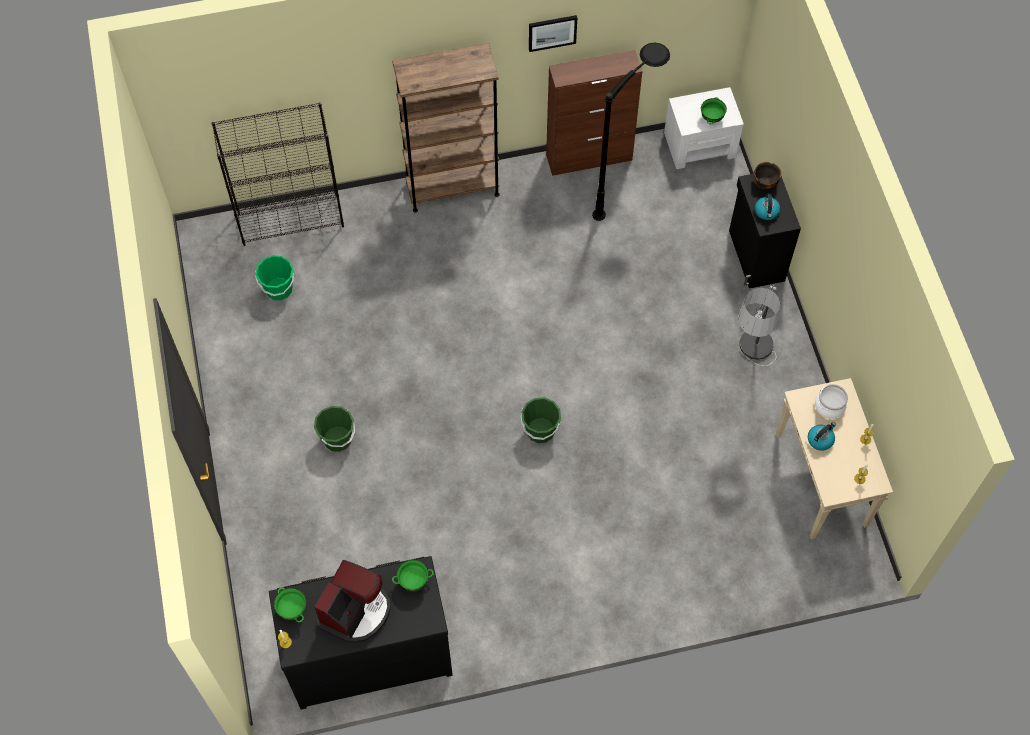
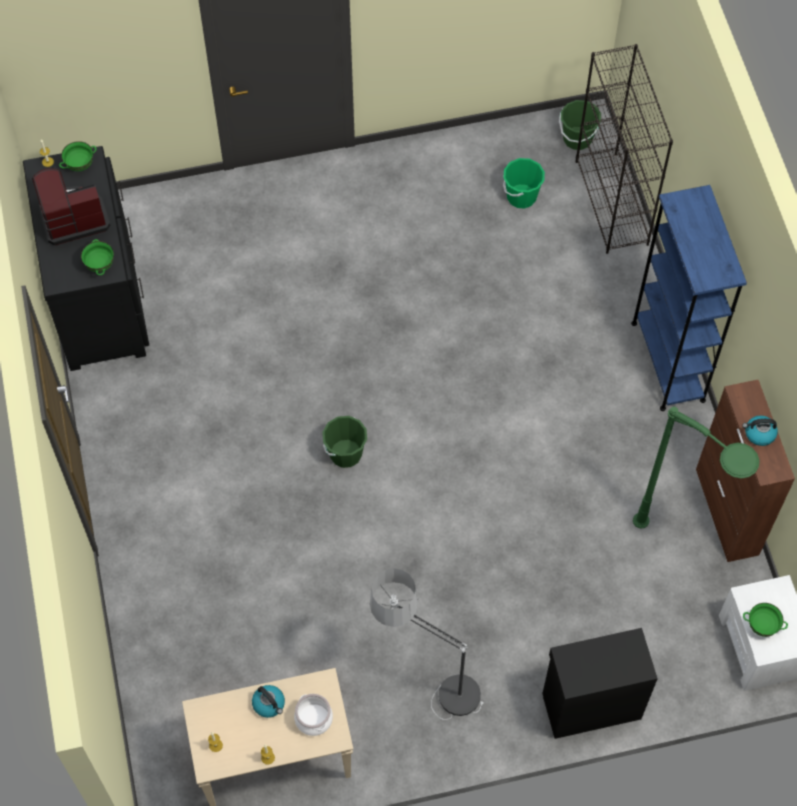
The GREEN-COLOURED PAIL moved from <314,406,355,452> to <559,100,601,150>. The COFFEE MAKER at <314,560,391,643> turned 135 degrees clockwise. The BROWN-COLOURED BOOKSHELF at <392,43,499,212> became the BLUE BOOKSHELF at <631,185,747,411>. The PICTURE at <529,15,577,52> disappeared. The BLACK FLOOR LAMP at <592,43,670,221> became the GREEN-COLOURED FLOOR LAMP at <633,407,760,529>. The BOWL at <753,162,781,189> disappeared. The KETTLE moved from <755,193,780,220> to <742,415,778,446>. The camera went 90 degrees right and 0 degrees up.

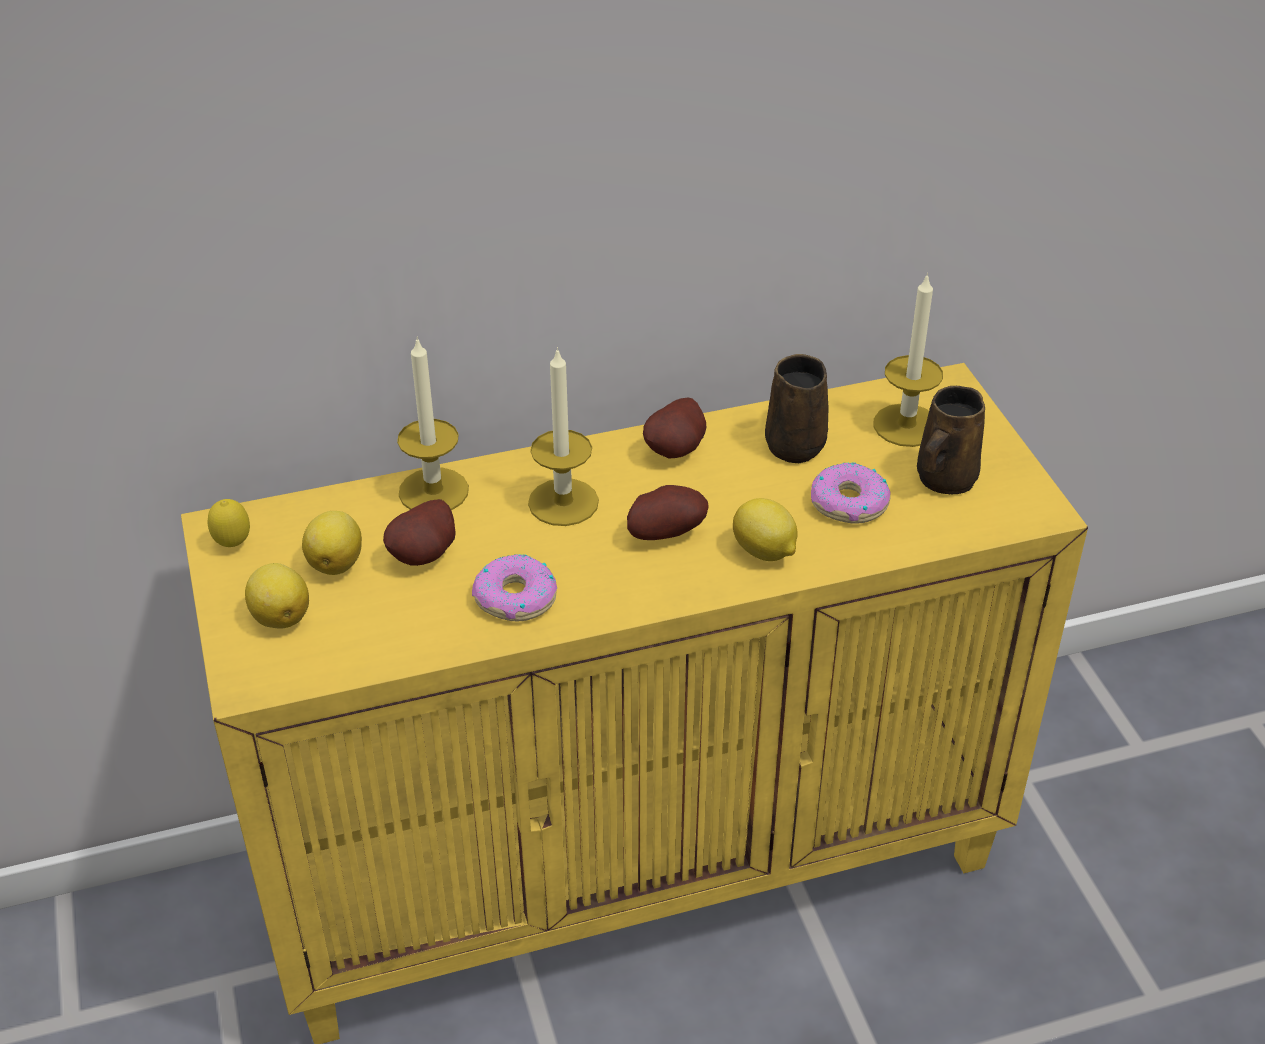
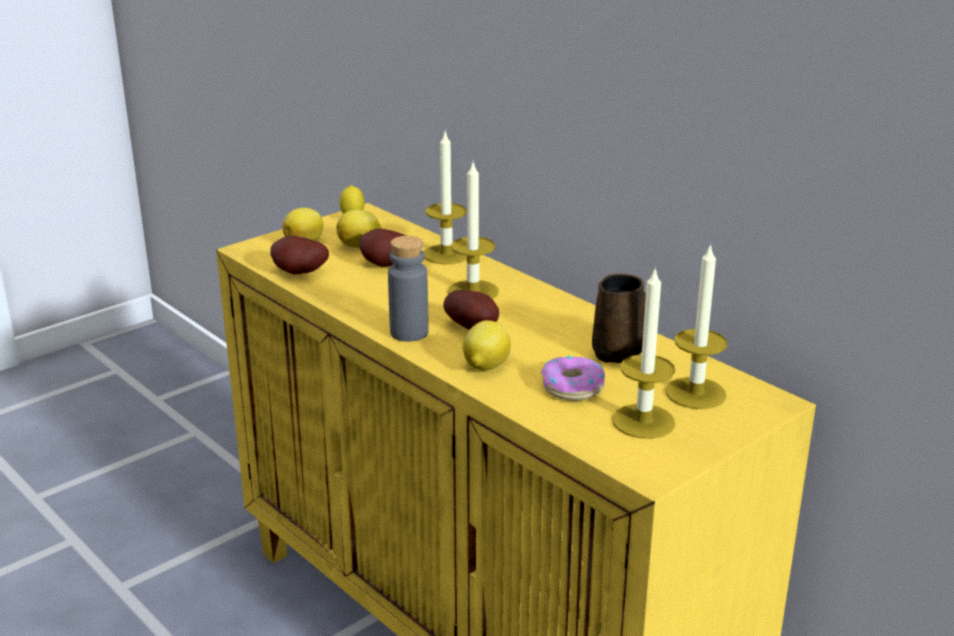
The RING DOUGHNUT at <472,554,557,622> disappeared. The WHOLE POTATO moved from <643,397,706,459> to <270,236,329,274>. The BROWN-COLOURED TEA MUG at <917,386,985,494> was replaced by the WAX CANDLE at <612,267,675,439>. The GRAY BOTTLE at <388,236,429,342> appeared. The camera went 65 degrees right and 15 degrees down.

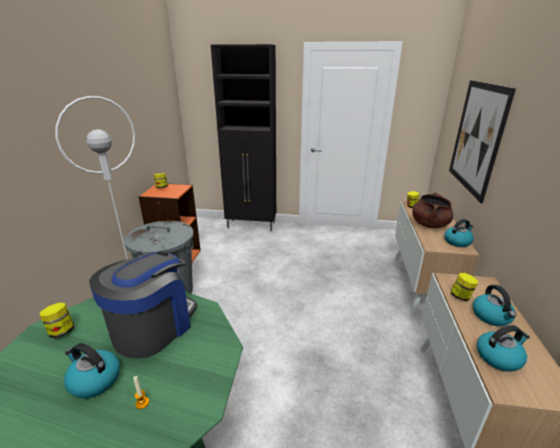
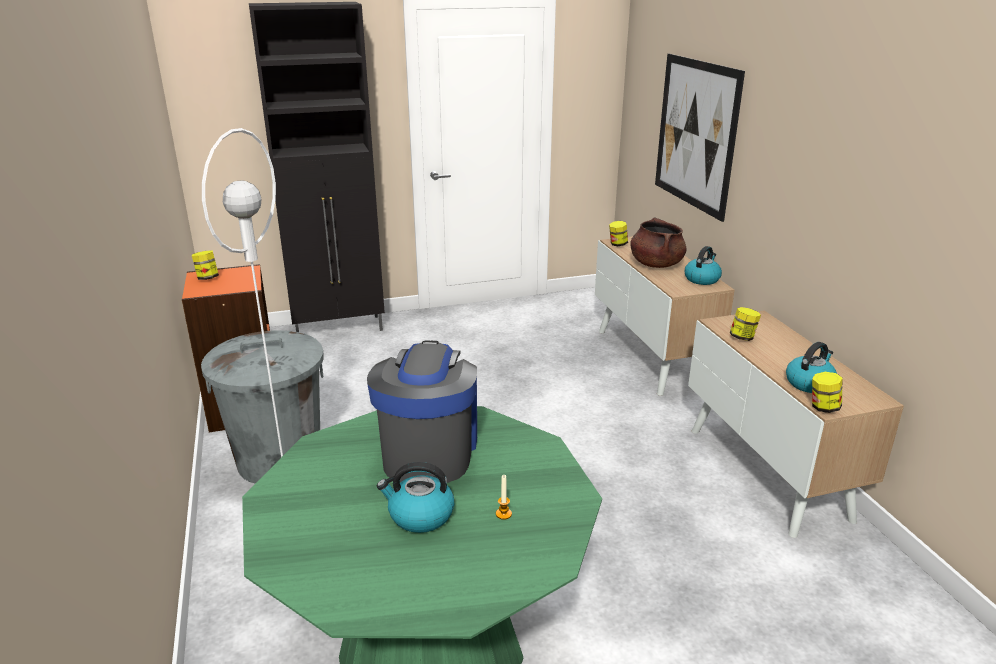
The JAR moved from <40,303,74,338> to <812,372,843,413>. The KETTLE at <473,285,516,326> disappeared. The camera went 25 degrees left and 0 degrees up.

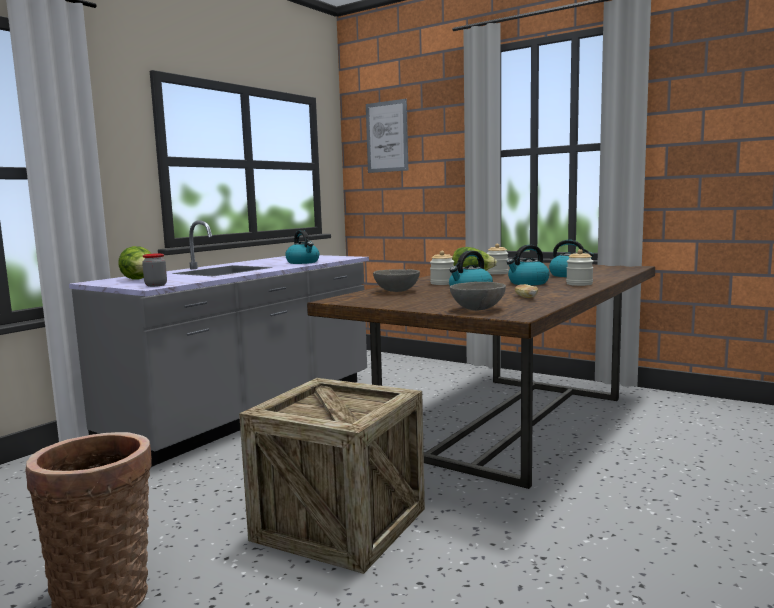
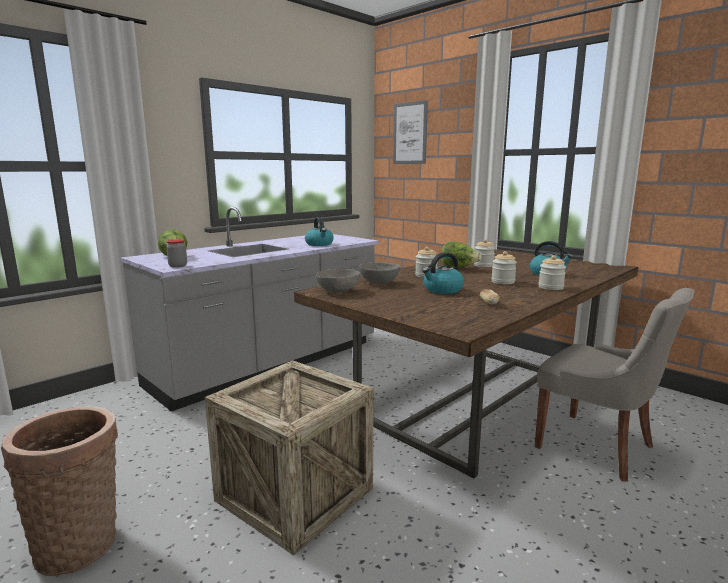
The GRAY BOWL moved from <450,282,506,311> to <316,269,360,293>. The KETTLE at <507,245,550,285> was replaced by the JAR at <491,251,517,284>. The GRAY UPRIGHT CHAIR at <535,288,695,482> appeared. The camera went 10 degrees right and 5 degrees up.

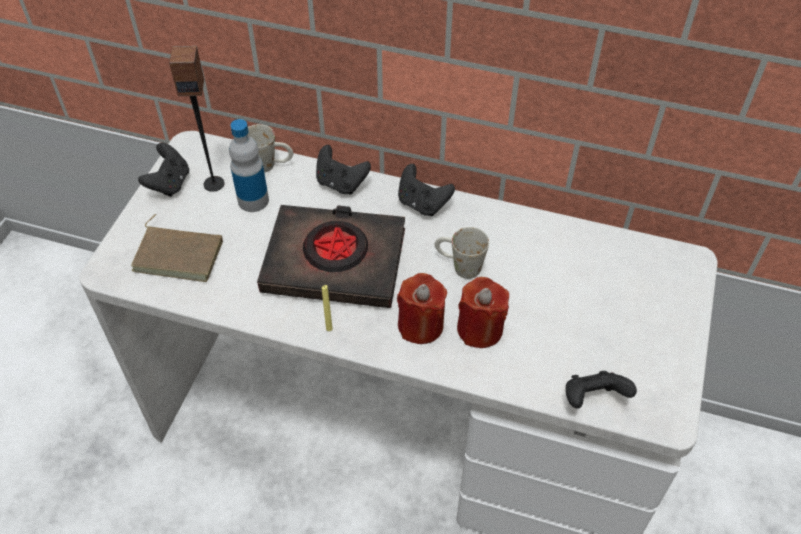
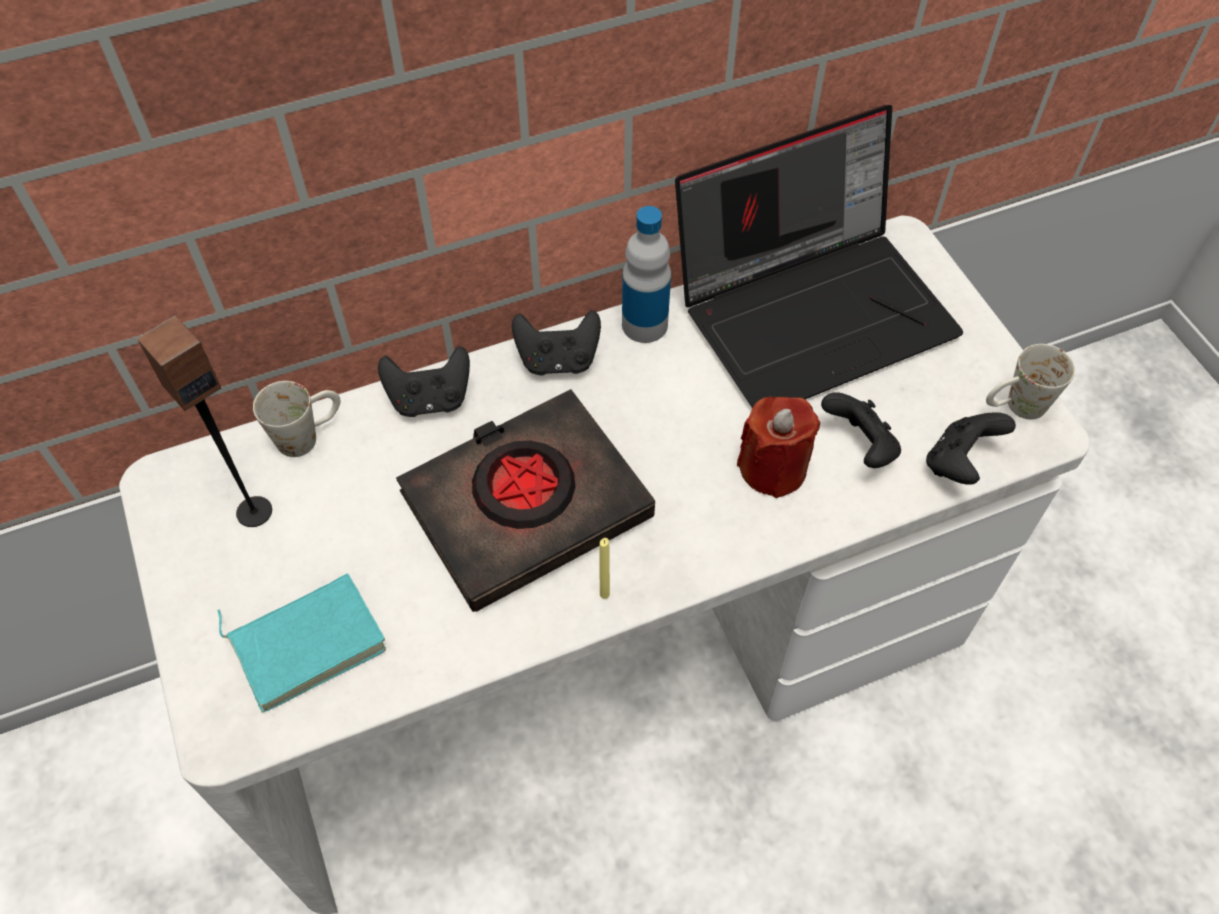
The BROWN-COLOURED VOLUME at <131,214,223,282> became the TURQUOISE-COLOURED VOLUME at <217,573,386,713>. The BLACK GAMEPAD moved from <138,143,189,197> to <821,392,901,468>. The BOTTLE moved from <229,119,269,212> to <622,206,671,343>. The REDDISH WAX CANDLE at <397,273,447,344> disappeared. The WHITE TEA MUG moved from <435,227,489,279> to <986,344,1075,420>. The NOTEBOOK COMPUTER at <675,105,963,408> appeared. The camera went 40 degrees left and 5 degrees up.

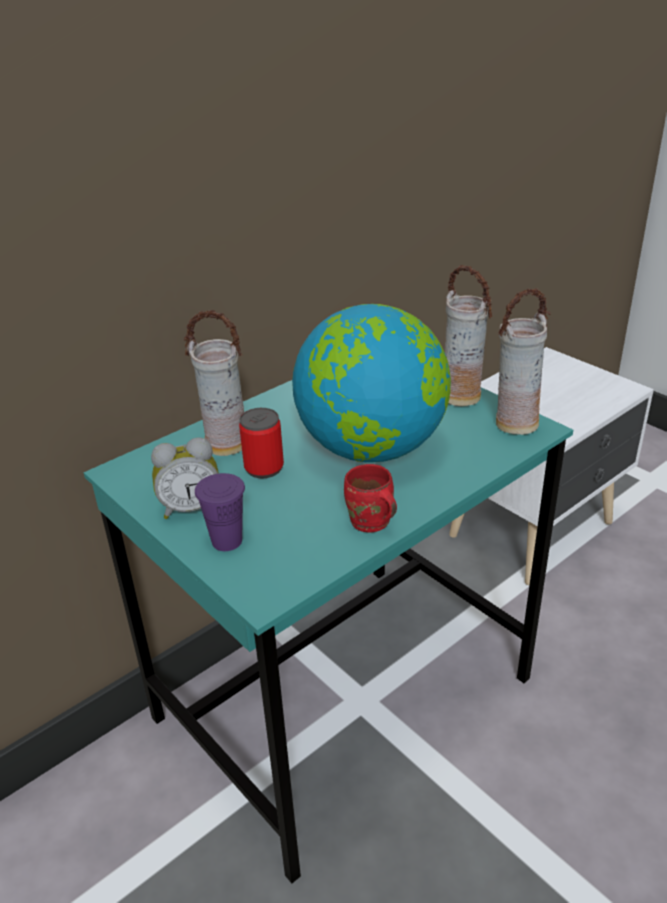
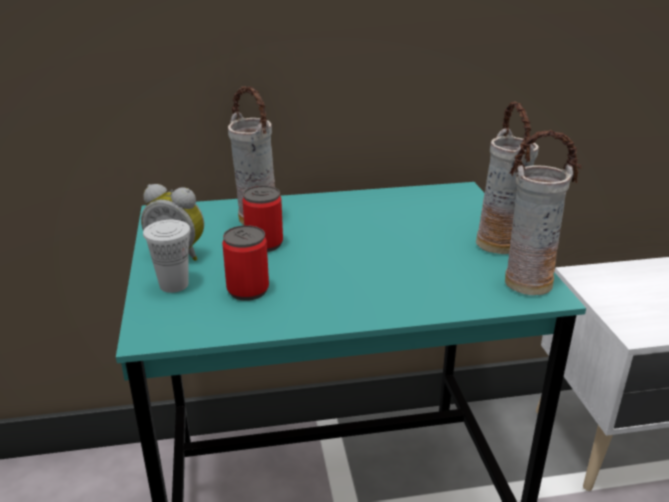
The PURPLE CUP at <195,473,245,551> became the WHITE CUP at <143,220,191,293>. The GLOBE at <292,304,451,462> disappeared. The REDDISH TEA MUG at <344,464,397,533> disappeared. The METAL CAN at <222,225,269,300> appeared. The camera went 30 degrees right and 5 degrees down.

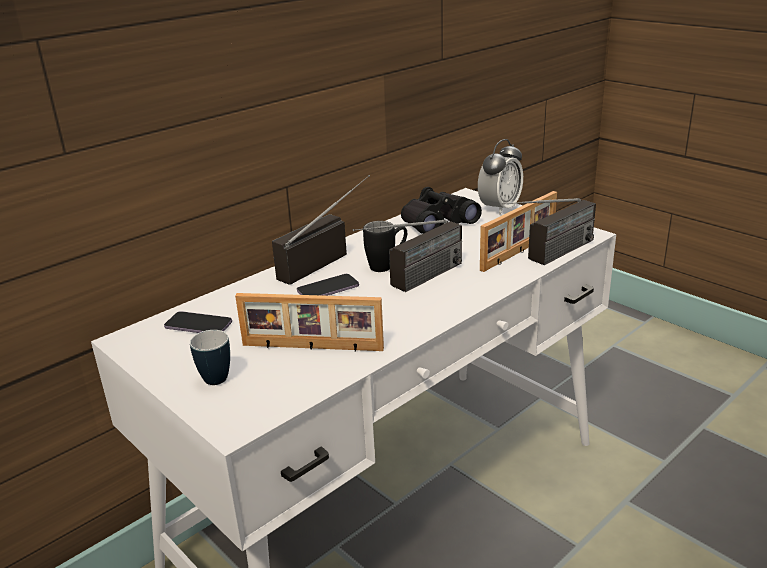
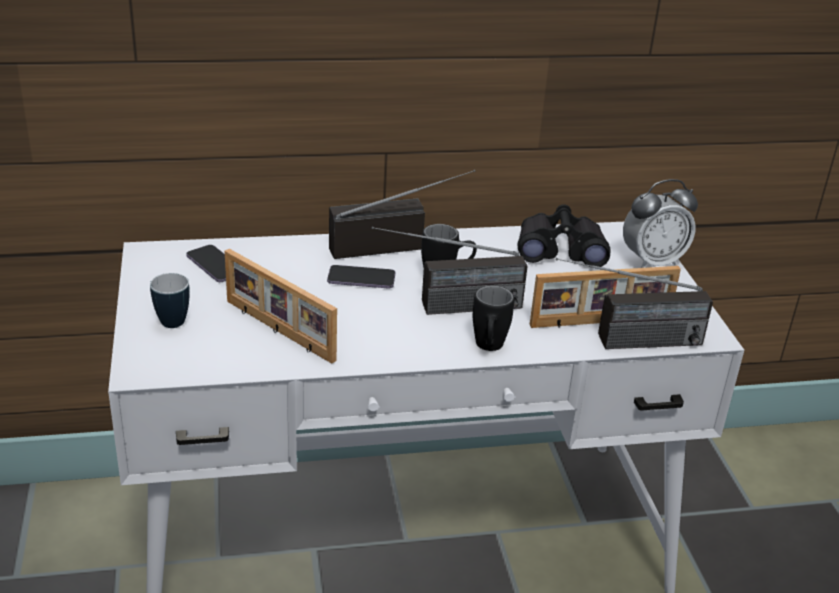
The BLACK TEA MUG at <473,285,514,351> appeared. The camera went 30 degrees right and 5 degrees up.

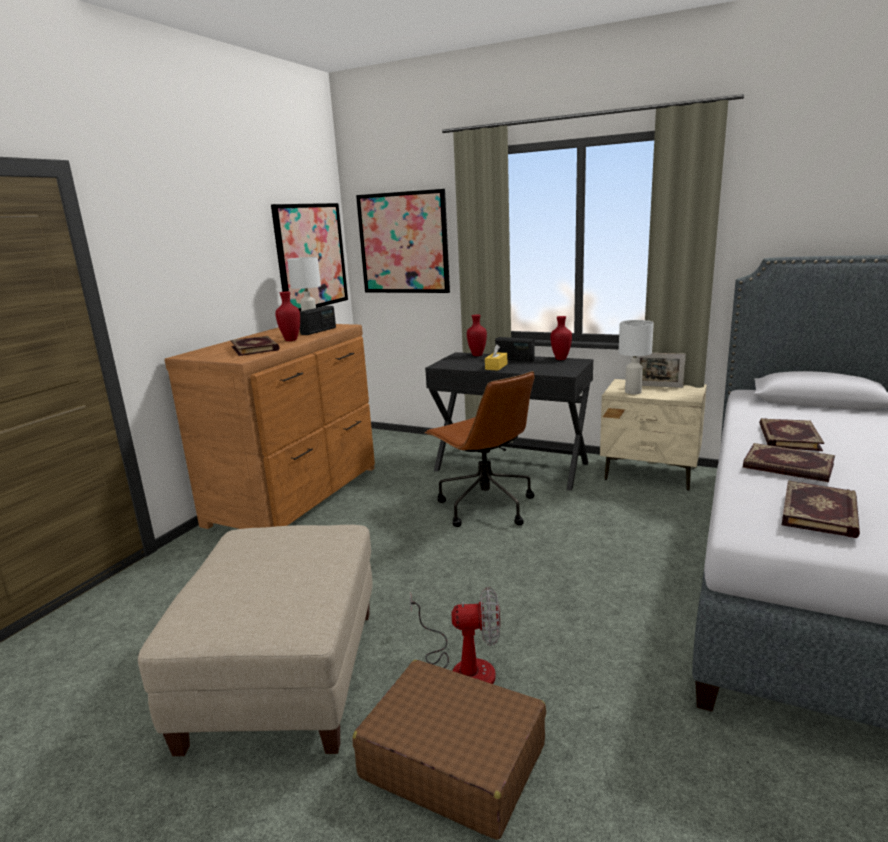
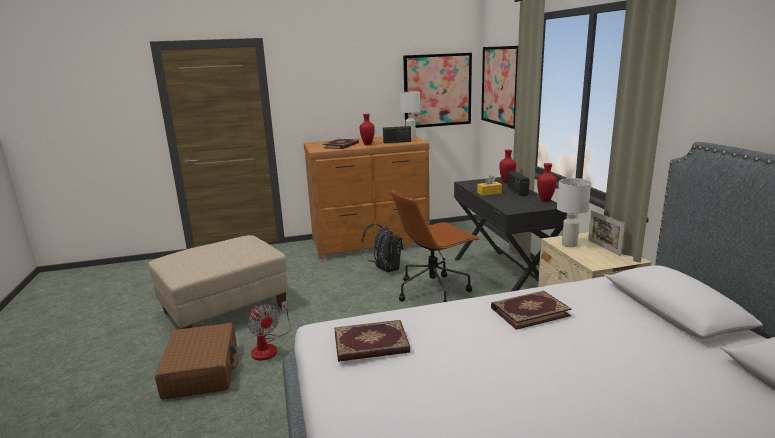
The BROWN-COLOURED OFFICE CHAIR at <425,371,535,527> turned 45 degrees clockwise. The VOLUME at <743,443,835,482> disappeared. The BLACK KNAPSACK at <361,224,404,272> appeared. The camera went 50 degrees right and 0 degrees up.

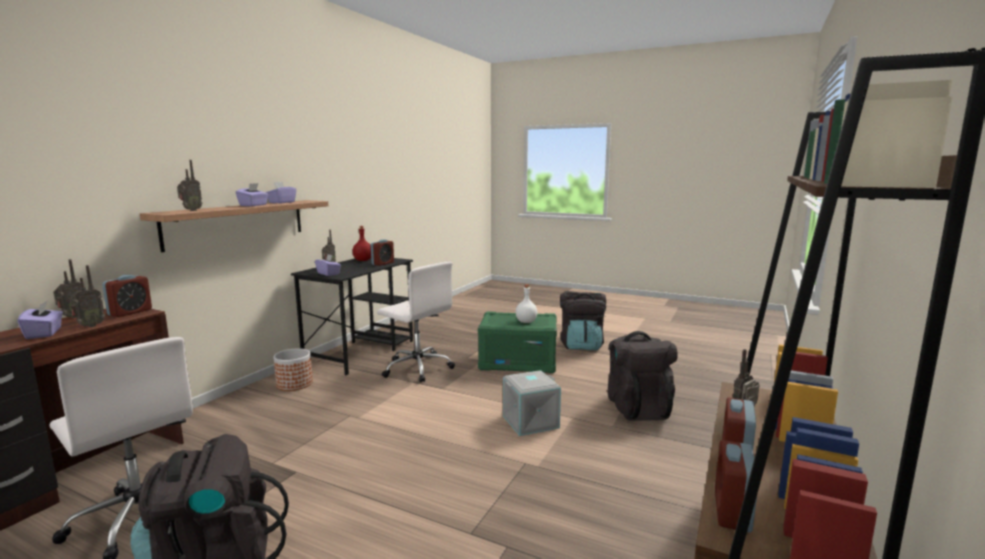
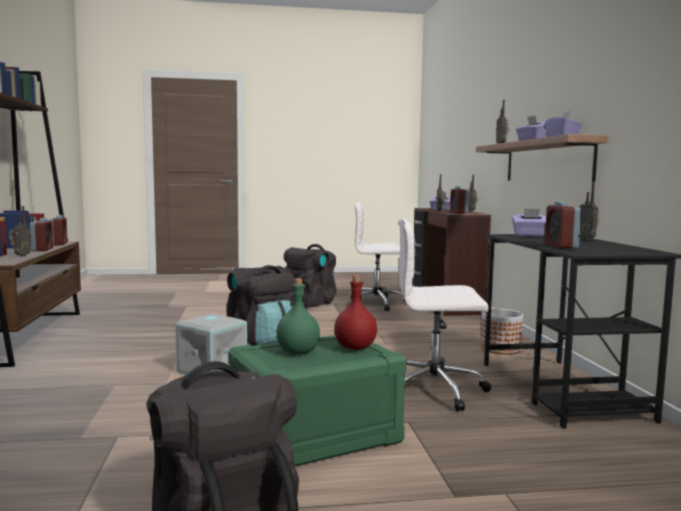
The REDDISH BOTTLE moved from <353,226,371,261> to <334,275,377,350>. The WHITE BOTTLE at <516,284,537,323> became the GREEN-COLOURED BOTTLE at <276,278,320,355>. The BLACK KNAPSACK moved from <607,331,678,421> to <226,265,295,346>. The camera went 145 degrees right and 5 degrees down.

